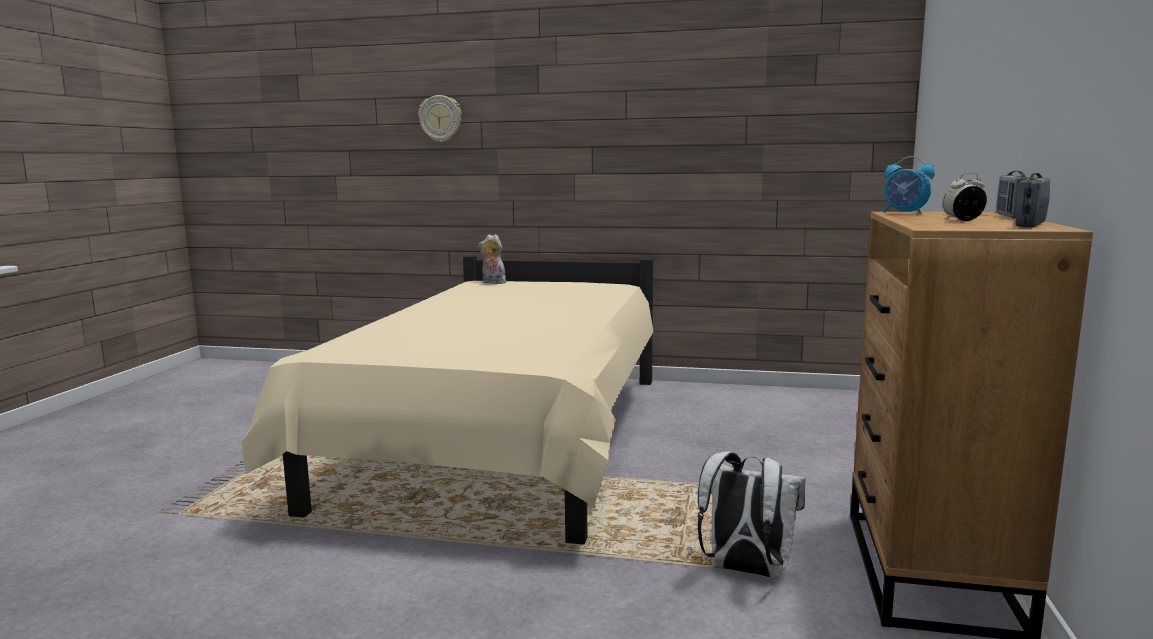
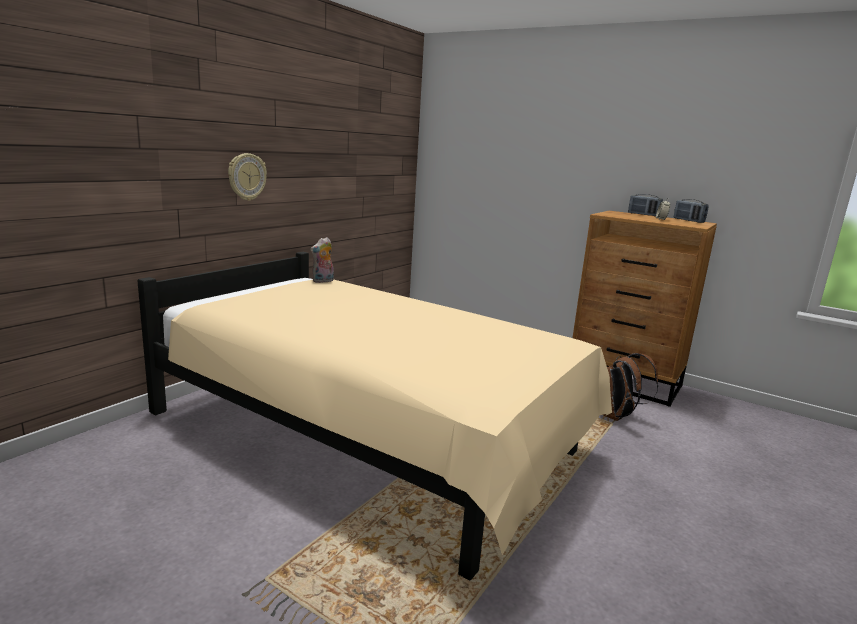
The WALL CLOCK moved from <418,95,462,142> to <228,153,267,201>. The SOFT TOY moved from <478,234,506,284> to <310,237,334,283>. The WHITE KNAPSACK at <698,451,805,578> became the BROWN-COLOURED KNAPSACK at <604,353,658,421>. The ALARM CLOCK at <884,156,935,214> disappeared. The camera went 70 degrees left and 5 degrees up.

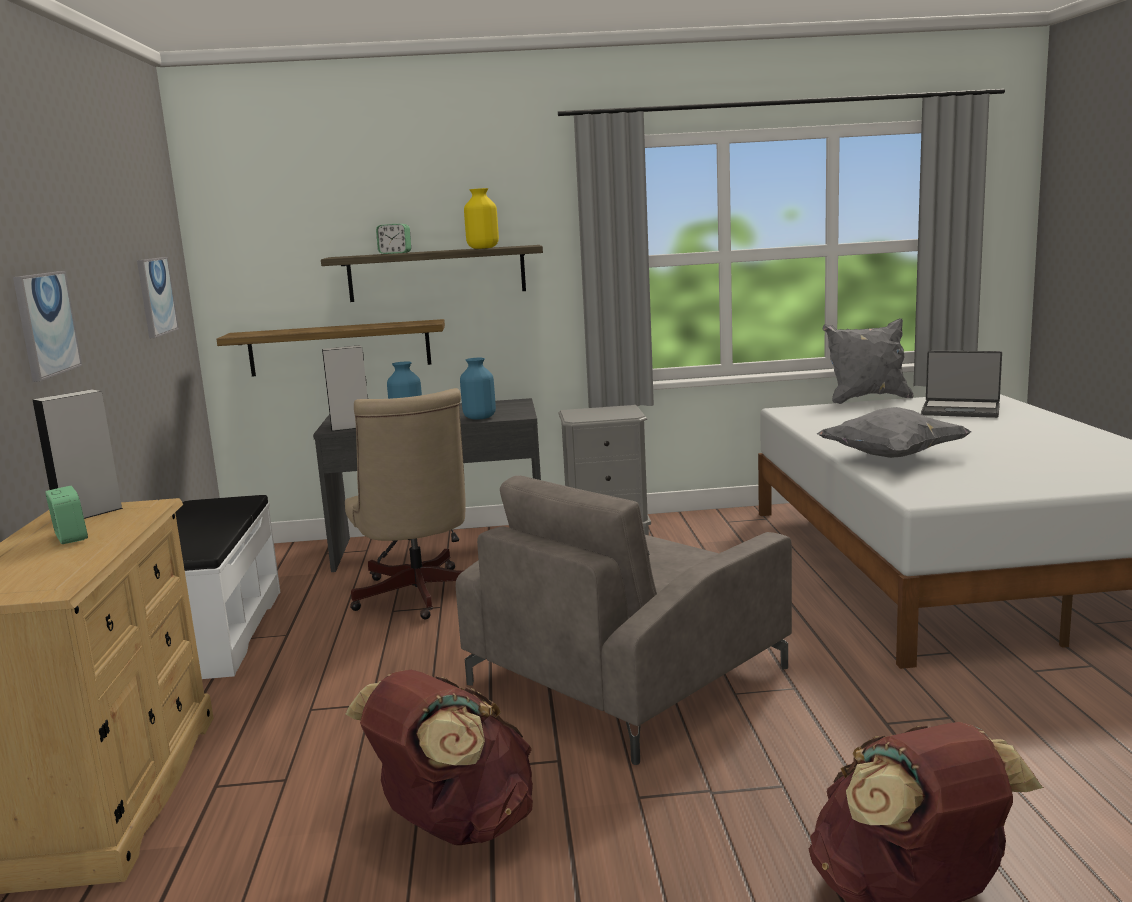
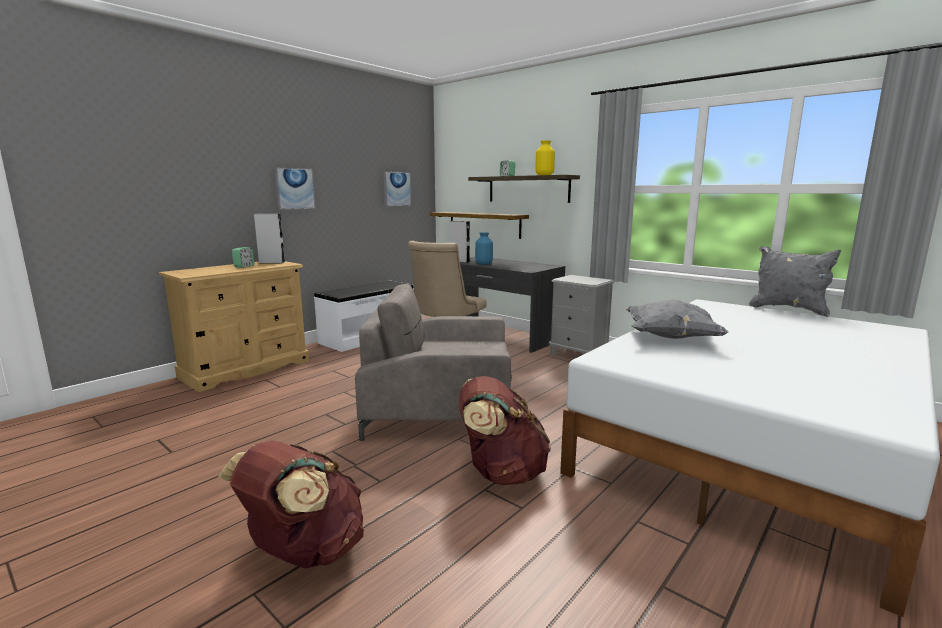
The BROWN-COLOURED KNAPSACK moved from <346,670,533,845> to <459,376,551,485>. The BLUE VASE at <460,358,496,420> disappeared. The NOTEBOOK COMPUTER at <921,351,1002,418> disappeared. The camera went 45 degrees right and 0 degrees up.

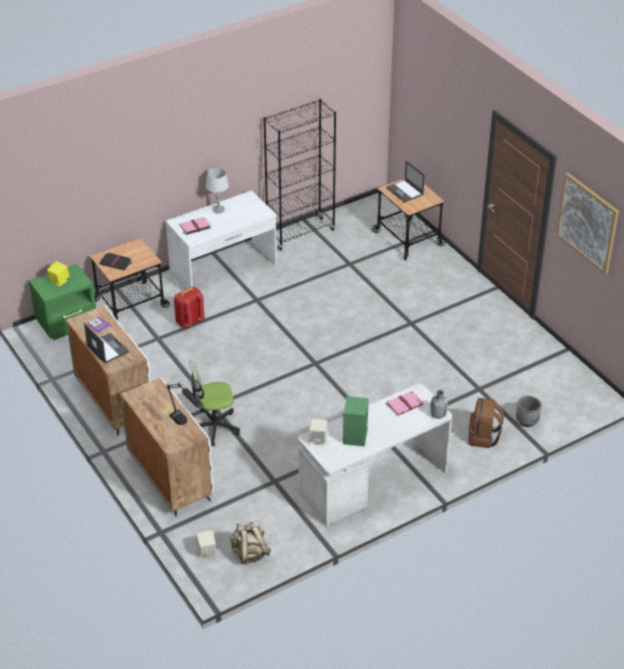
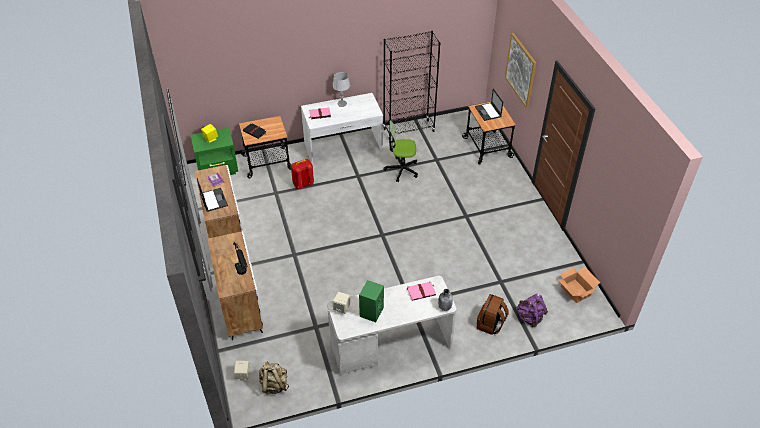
The OFFICE CHAIR moved from <189,360,240,447> to <383,121,418,182>. The GRAY PLANT POT at <516,396,541,427> was replaced by the PURPLE KNAPSACK at <516,294,548,327>. The PICTURE moved from <556,172,619,274> to <505,33,536,108>. The PACKING BOX at <557,266,601,303> appeared. The camera went 15 degrees right and 5 degrees up.

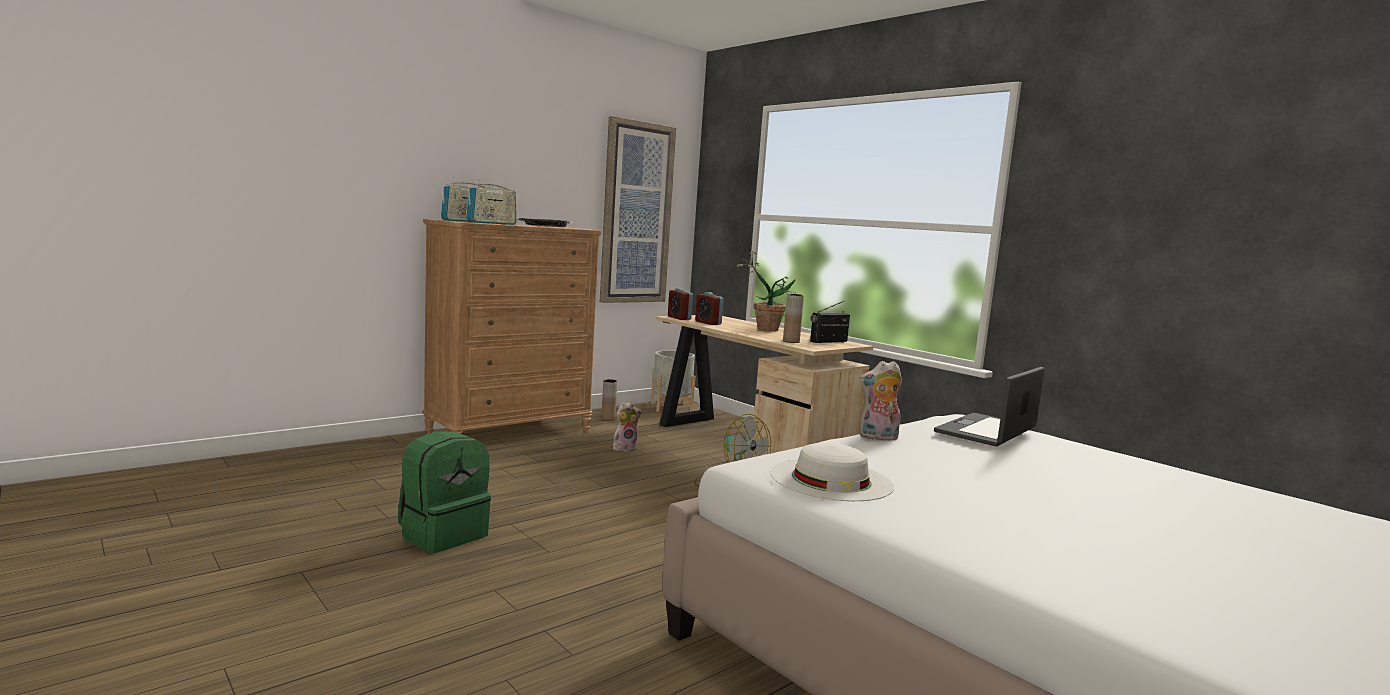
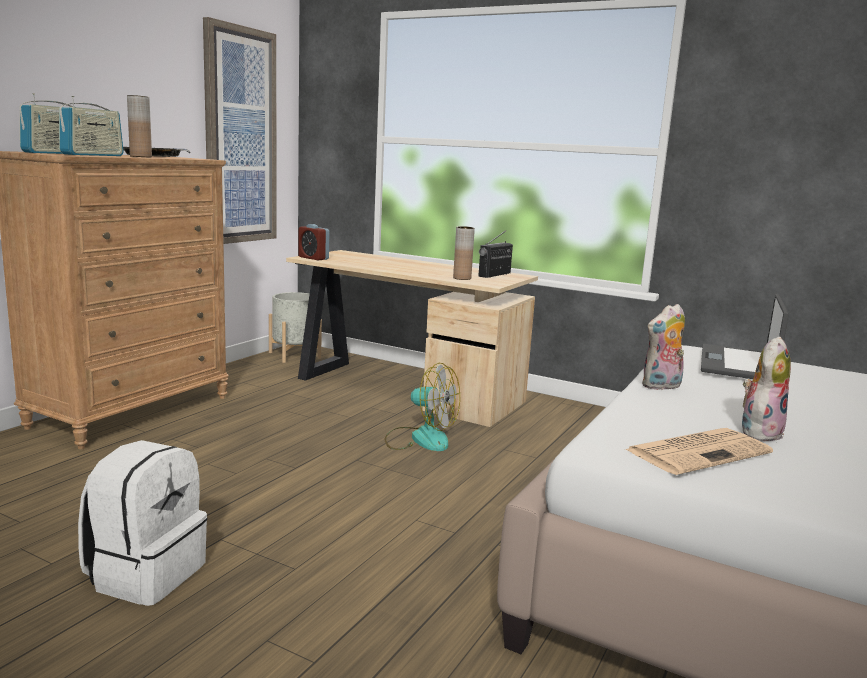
The GREEN-COLOURED KNAPSACK at <398,431,491,553> became the WHITE KNAPSACK at <78,440,207,606>. The BROWN-COLOURED VASE moved from <601,379,617,421> to <127,95,152,157>. The SOFT TOY moved from <613,402,642,452> to <742,336,791,441>. The ALARM CLOCK at <695,292,724,325> disappeared. The HOUSEPLANT at <736,251,795,332> disappeared. The WHITE HAT at <771,443,894,501> was replaced by the DAILY PAPER at <624,428,773,475>. The camera went 20 degrees left and 5 degrees up.

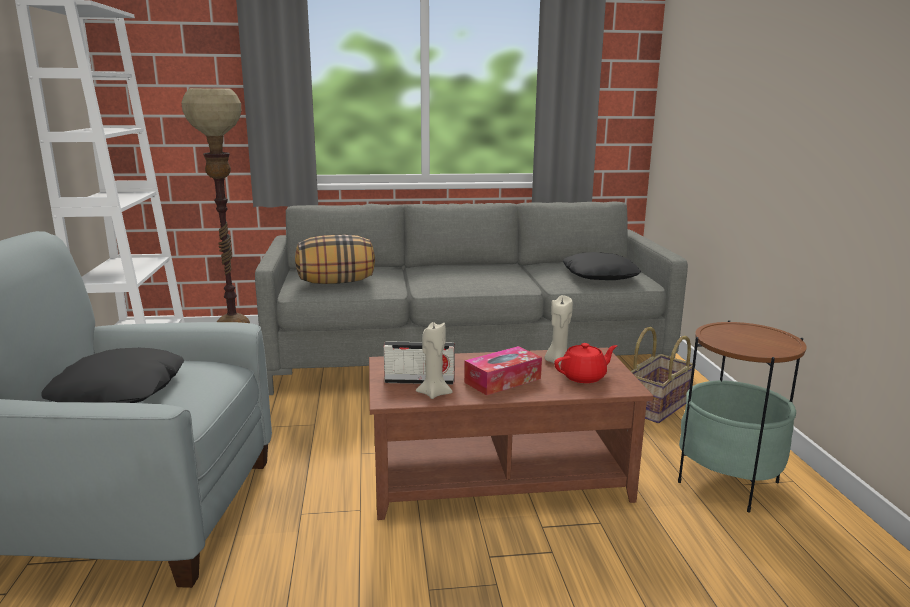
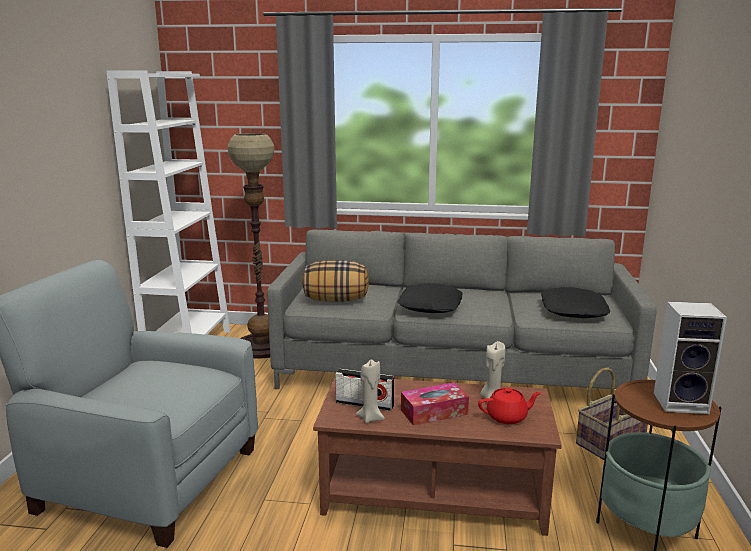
The BLACK PILLOW moved from <41,348,184,403> to <397,283,462,313>. The SPEAKER at <654,301,727,414> appeared. The camera went 15 degrees right and 0 degrees up.

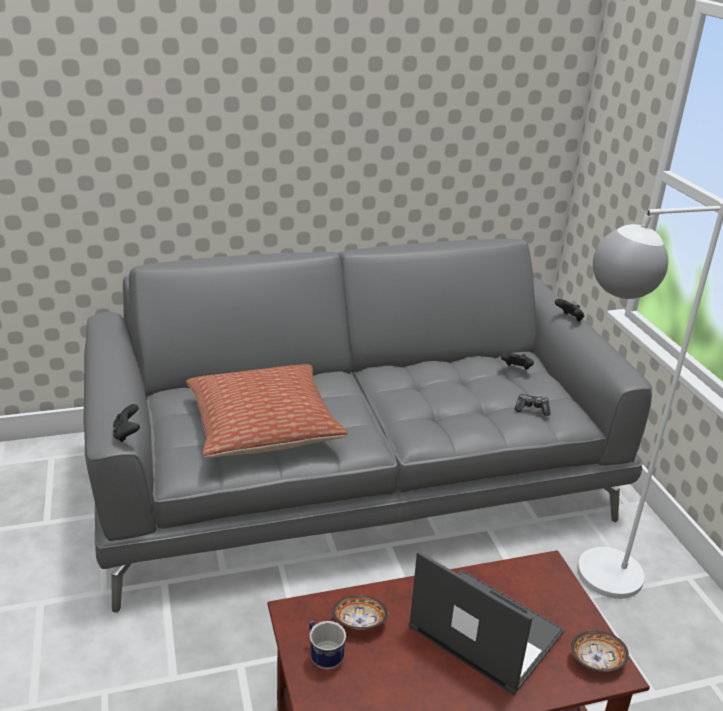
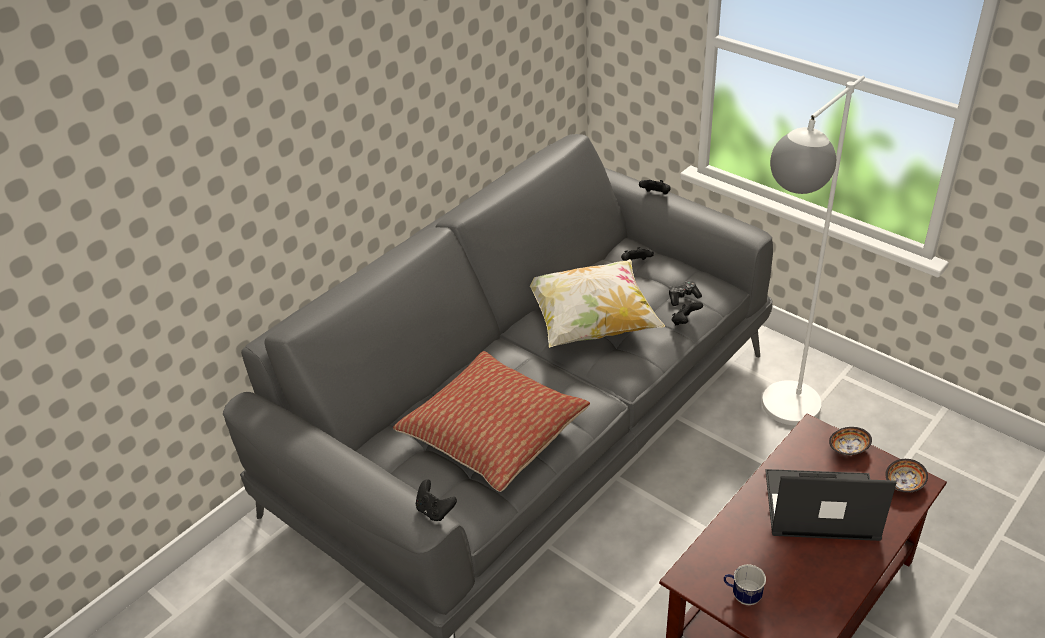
The BOWL moved from <332,596,388,630> to <829,427,872,455>. The PILLOW at <530,259,665,348> appeared. The BLACK GAMEPAD at <672,301,703,325> appeared. The camera went 30 degrees left and 10 degrees up.

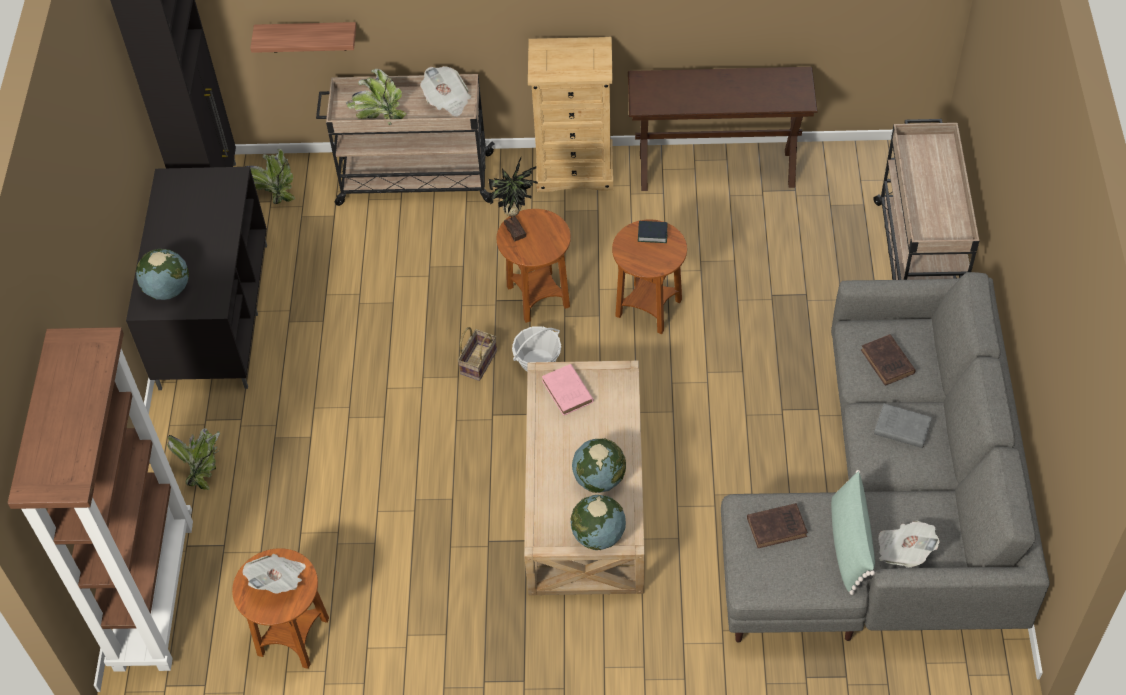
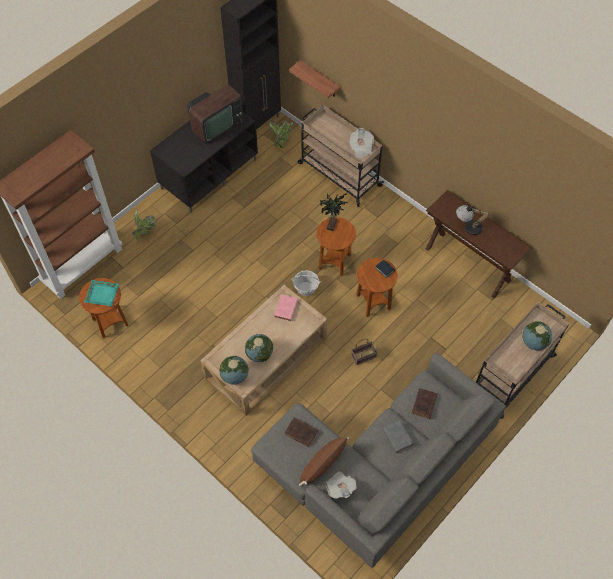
The GLOBE moved from <136,249,189,300> to <522,321,552,351>. The DAILY PAPER at <243,554,306,594> was replaced by the TURQUOISE-COLOURED SERVING TRAY at <84,280,119,306>. The HOUSEPLANT at <346,69,407,125> disappeared. The BASKET moved from <458,327,497,381> to <351,338,378,365>. The BEIGE CHEST OF DRAWERS at <528,37,613,192> disappeared. The GREEN-COLOURED PILLOW at <831,470,875,595> became the BROWN-COLOURED PILLOW at <299,437,349,486>. The TV SET at <187,84,244,144> appeared. The LAMP FOR A TABLE at <456,205,490,235> appeared. The camera went 40 degrees right and 5 degrees up.

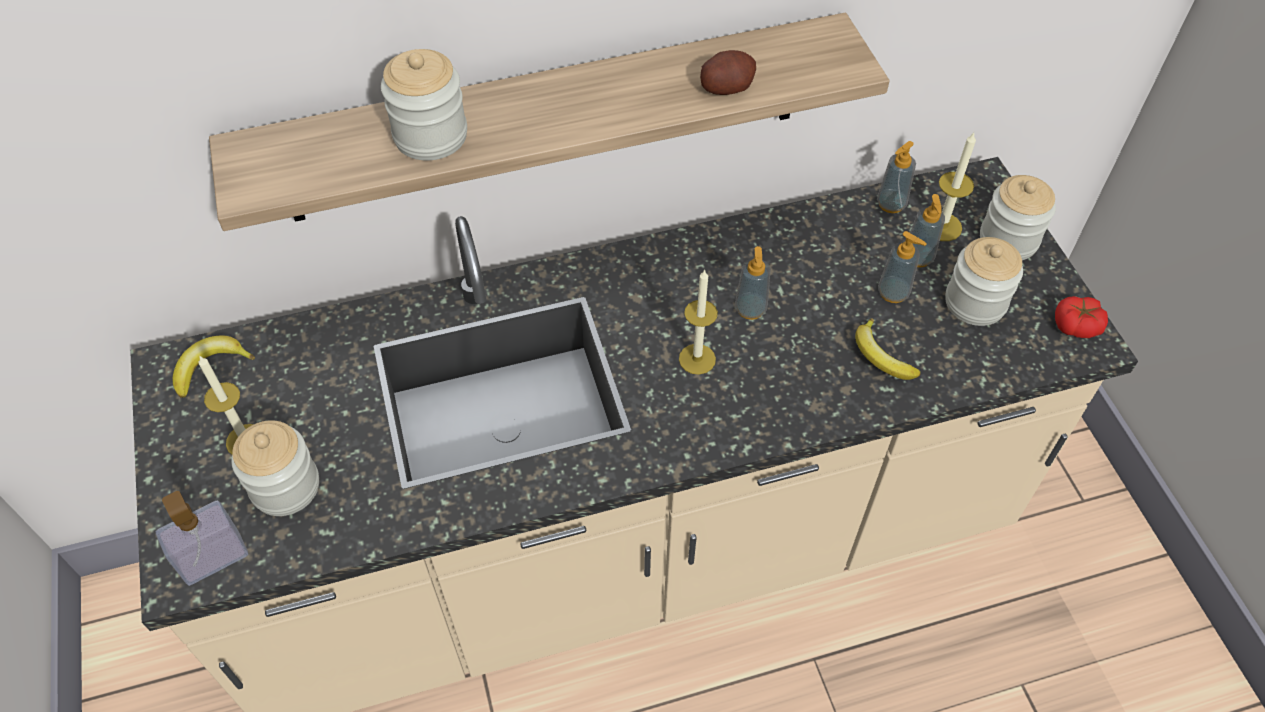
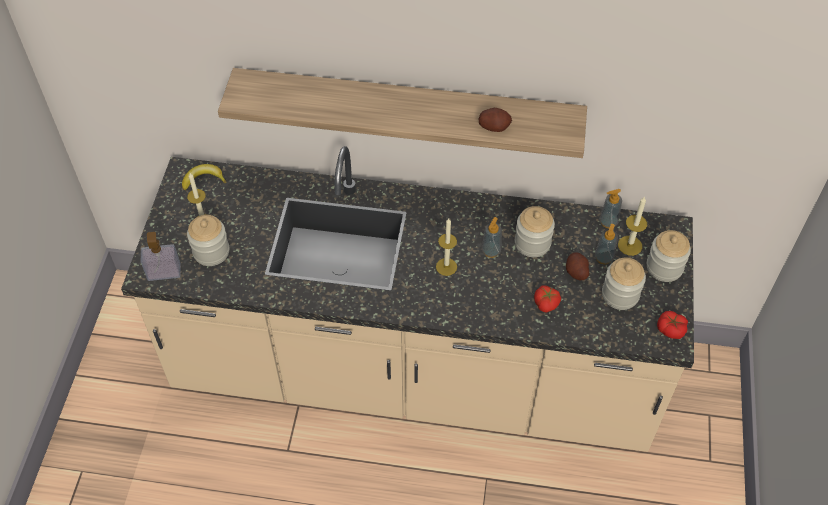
The JAR moved from <381,49,467,161> to <515,206,555,257>. The BANANA at <855,319,920,380> was replaced by the TOMATO at <534,286,561,313>. The SOAP DISPENSER at <878,231,927,303> was replaced by the WHOLE POTATO at <566,252,589,280>. The camera went 25 degrees right and 0 degrees up.

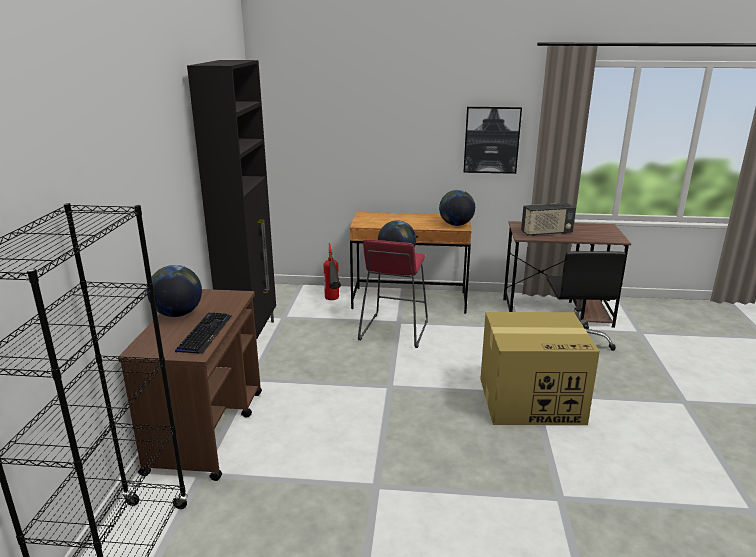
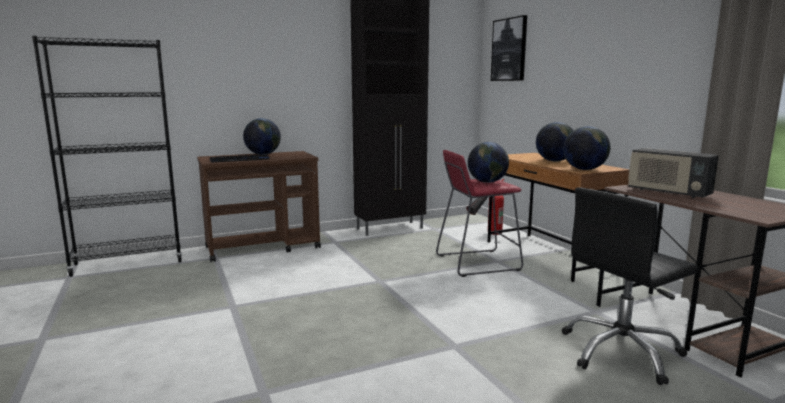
The PICTURE moved from <463,107,522,174> to <491,15,527,81>. The PACKING BOX at <480,312,600,425> disappeared. The GLOBE at <536,122,574,161> appeared. The camera went 60 degrees right and 10 degrees down.

